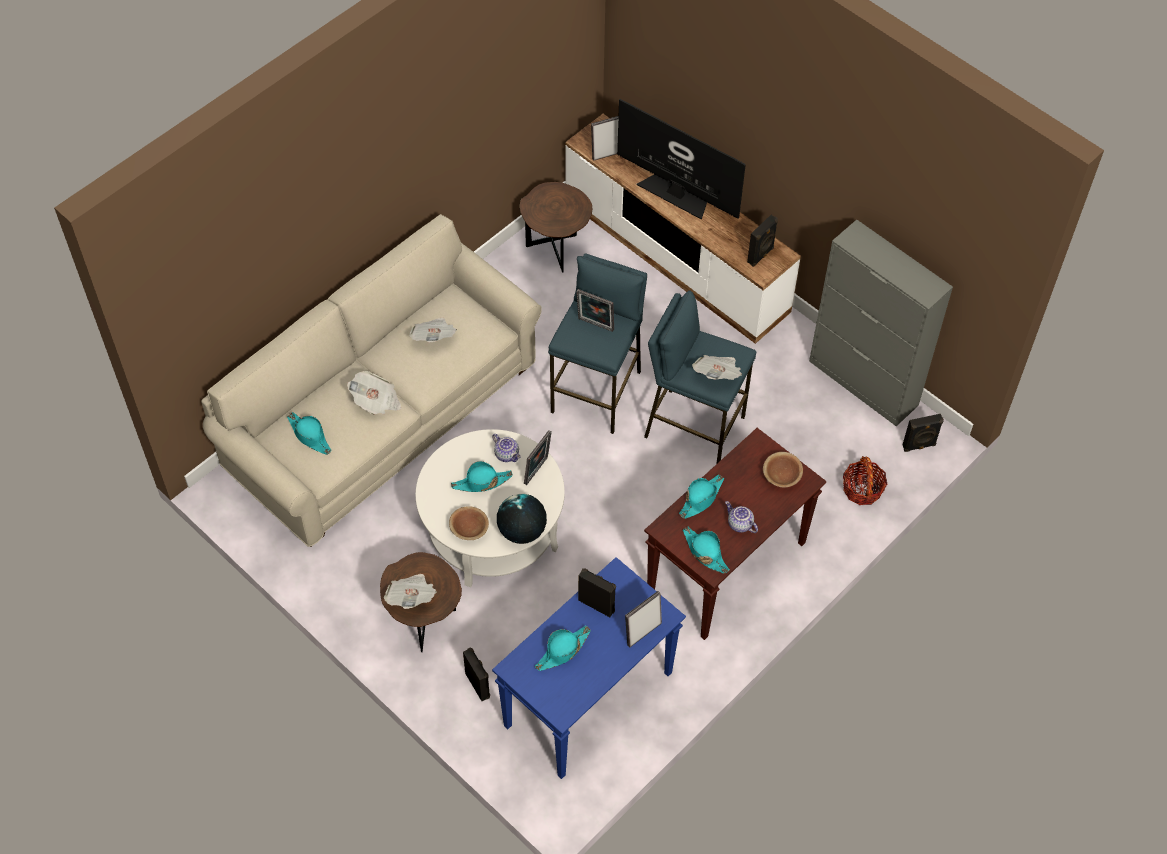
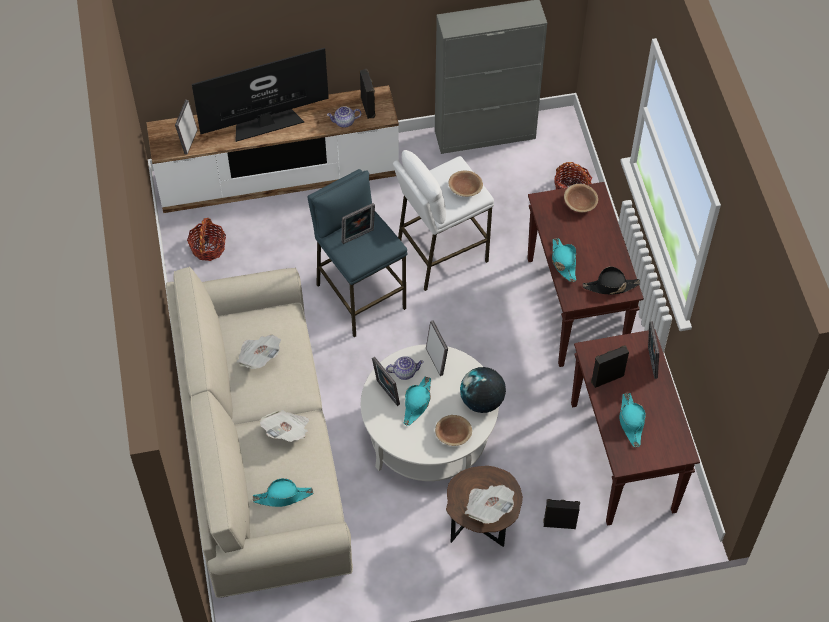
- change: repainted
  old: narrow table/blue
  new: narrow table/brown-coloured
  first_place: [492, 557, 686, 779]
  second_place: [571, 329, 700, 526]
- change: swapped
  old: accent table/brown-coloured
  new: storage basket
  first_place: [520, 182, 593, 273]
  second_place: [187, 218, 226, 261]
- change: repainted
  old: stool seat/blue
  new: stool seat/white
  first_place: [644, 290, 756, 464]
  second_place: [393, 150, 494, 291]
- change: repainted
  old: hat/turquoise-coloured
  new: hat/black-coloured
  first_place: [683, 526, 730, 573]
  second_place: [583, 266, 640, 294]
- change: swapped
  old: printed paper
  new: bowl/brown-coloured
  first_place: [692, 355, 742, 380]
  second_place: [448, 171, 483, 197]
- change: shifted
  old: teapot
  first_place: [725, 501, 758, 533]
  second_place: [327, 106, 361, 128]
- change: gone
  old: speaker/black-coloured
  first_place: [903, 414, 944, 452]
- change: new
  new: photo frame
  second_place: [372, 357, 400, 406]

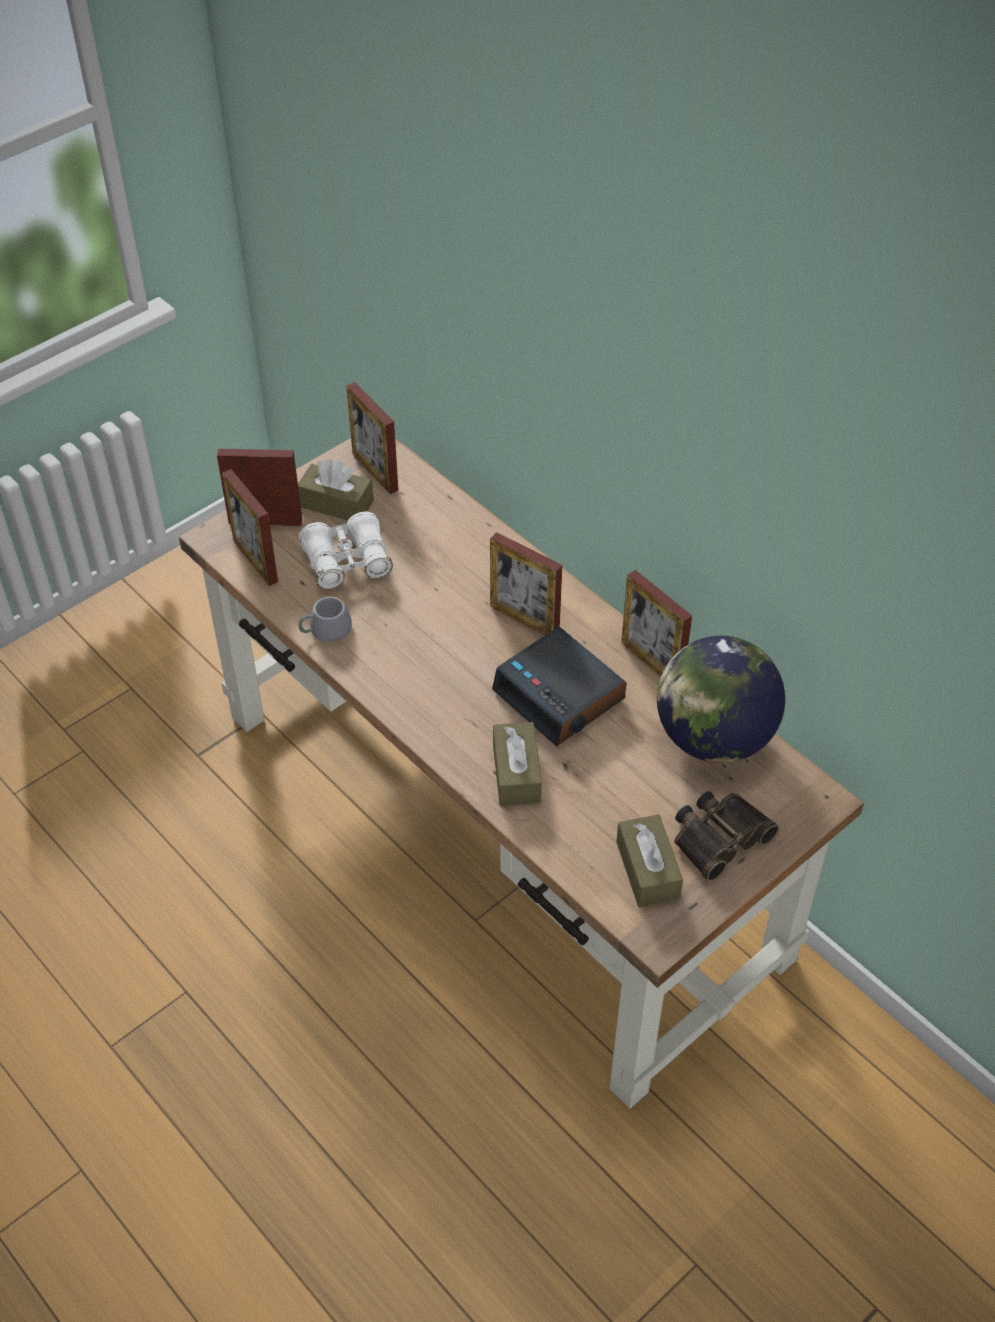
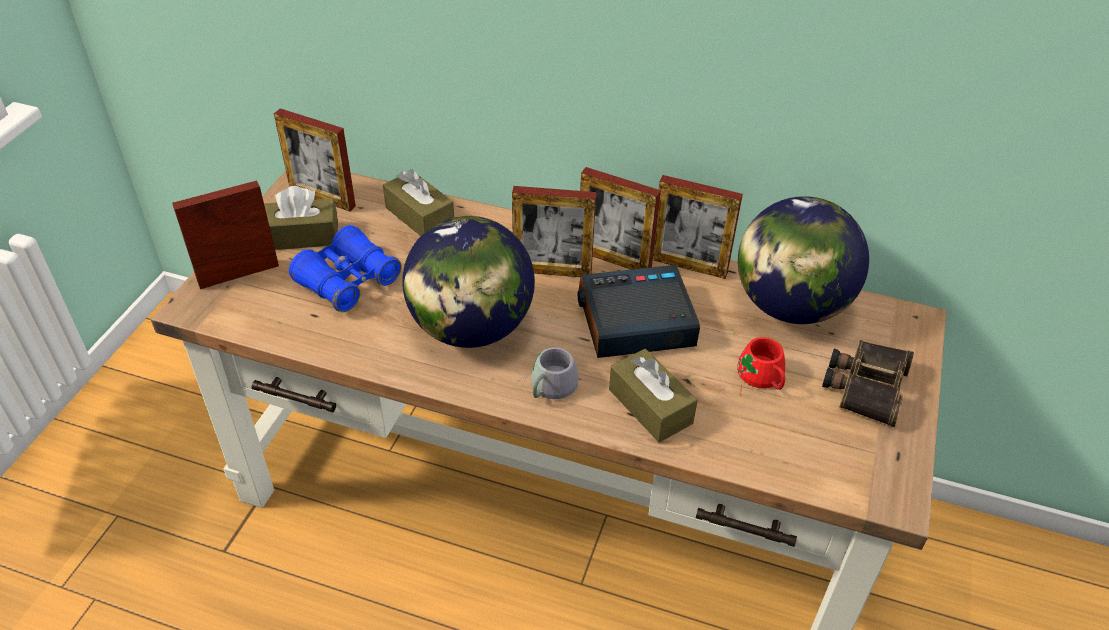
- change: shifted
  old: photo frame
  first_place: [222, 469, 278, 586]
  second_place: [580, 167, 661, 270]
- change: repainted
  old: field glasses/white
  new: field glasses/blue
  first_place: [299, 512, 393, 590]
  second_place: [289, 225, 402, 312]
- change: shifted
  old: mug/gray
  first_place: [299, 597, 352, 642]
  second_place: [514, 347, 579, 399]
- change: rotated
  old: bedside clock
  first_place: [492, 627, 627, 746]
  second_place: [578, 265, 700, 358]
  degrees: 150
- change: shifted
  old: tissue box/brown-coloured
  first_place: [616, 814, 683, 908]
  second_place: [383, 169, 454, 236]
- change: new
  new: world globe
  second_place: [402, 216, 535, 348]
- change: new
  new: mug/red-coloured
  second_place: [737, 337, 785, 396]

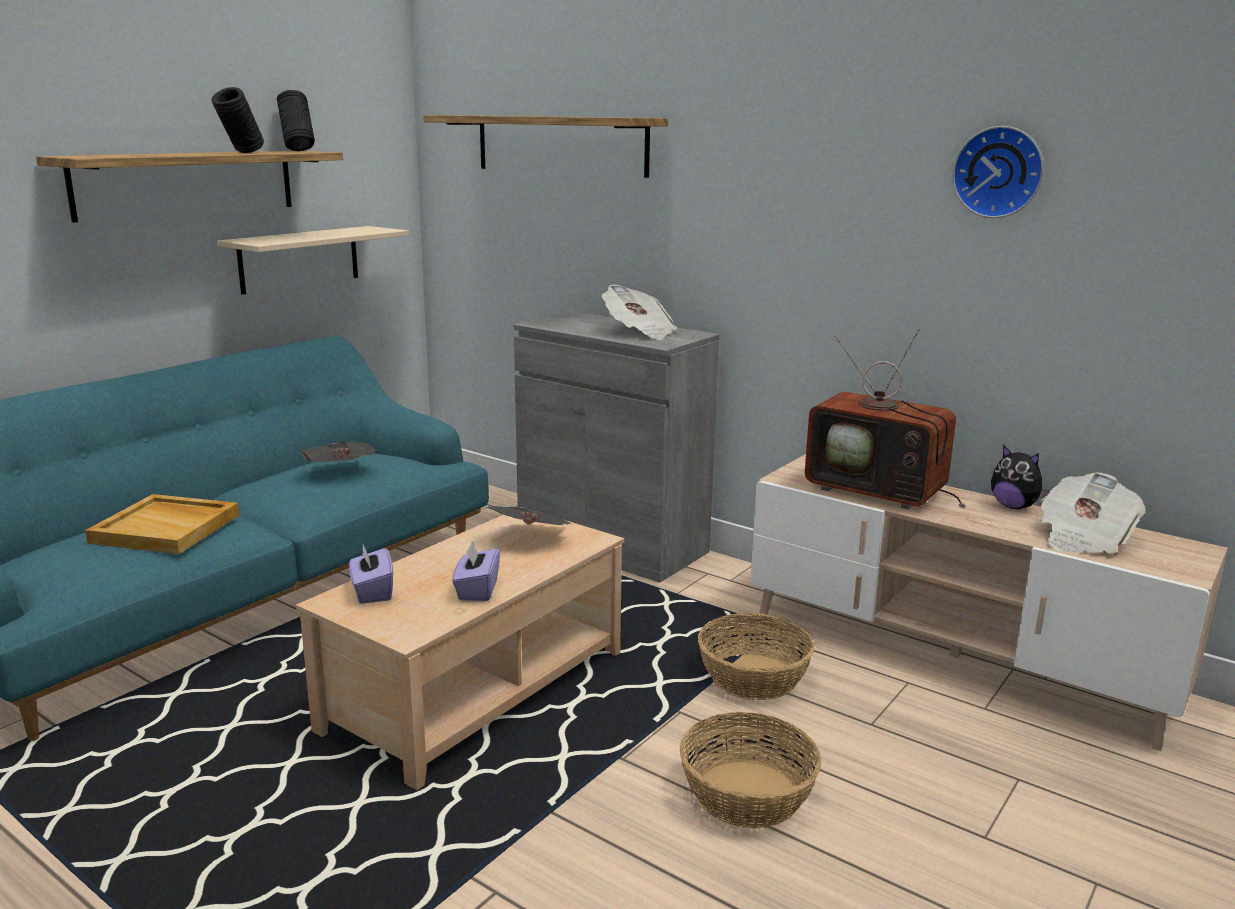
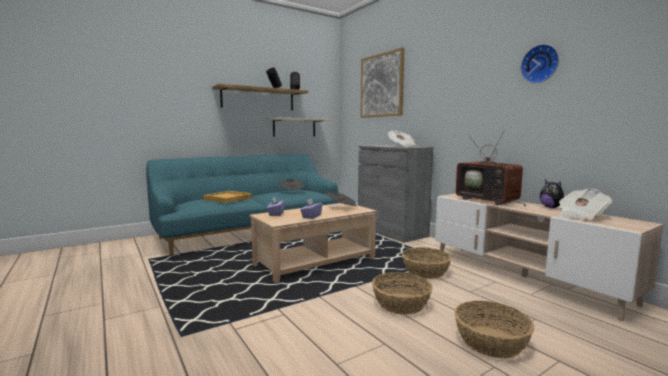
- change: swapped
  old: shelf
  new: wall picture
  first_place: [423, 115, 668, 178]
  second_place: [360, 47, 405, 118]
- change: new
  new: storage basket
  second_place: [454, 301, 535, 358]

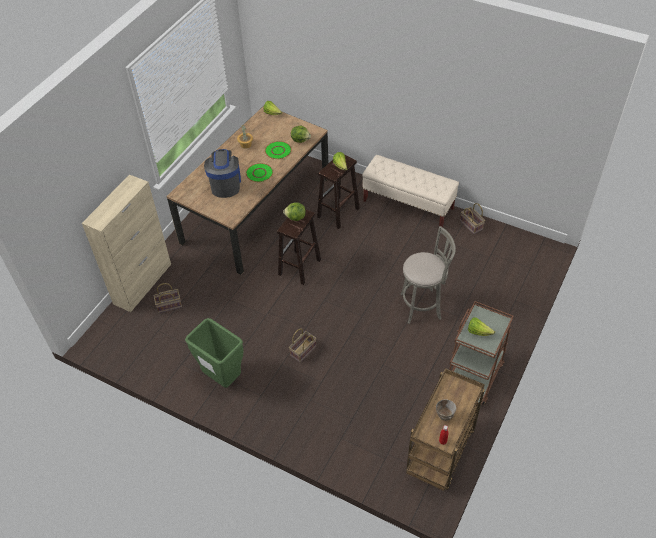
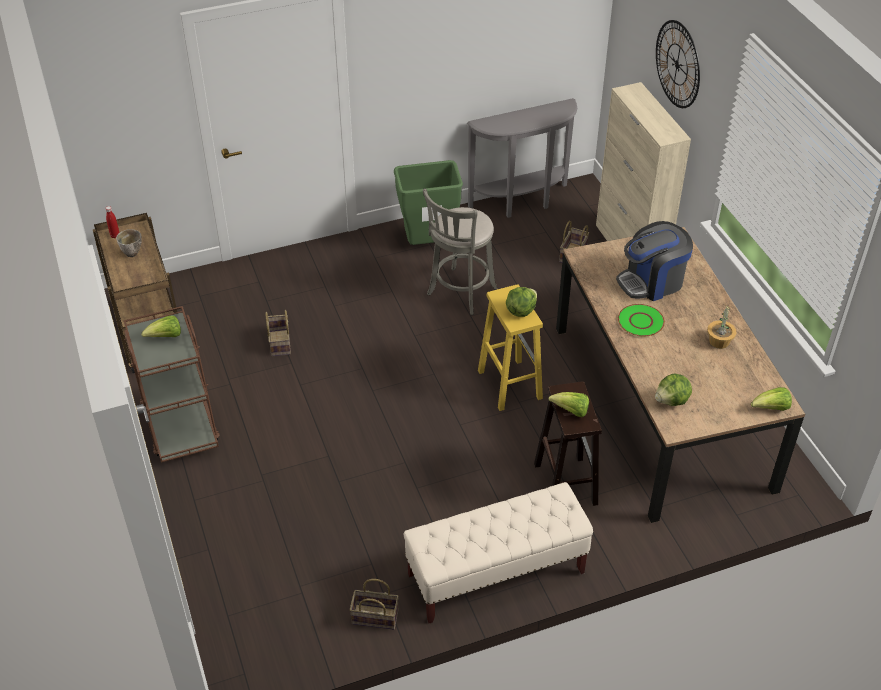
- change: rotated
  old: coffee maker
  first_place: [204, 149, 241, 198]
  second_place: [616, 221, 693, 301]
  degrees: 120
- change: gone
  old: plate/greenish
  first_place: [265, 141, 292, 159]
- change: repainted
  old: stool seat/brown-coloured
  new: stool seat/yellow-coloured
  first_place: [277, 210, 321, 285]
  second_place: [478, 284, 543, 411]
- change: shifted
  old: storage basket
  first_place: [289, 329, 316, 362]
  second_place: [265, 310, 291, 356]
- change: shifted
  old: stool seat/gray
  first_place: [400, 226, 456, 324]
  second_place: [423, 189, 498, 315]
- change: new
  new: narrow table/gray
  second_place: [467, 98, 577, 218]
- change: new
  new: wall clock
  second_place: [656, 20, 700, 108]

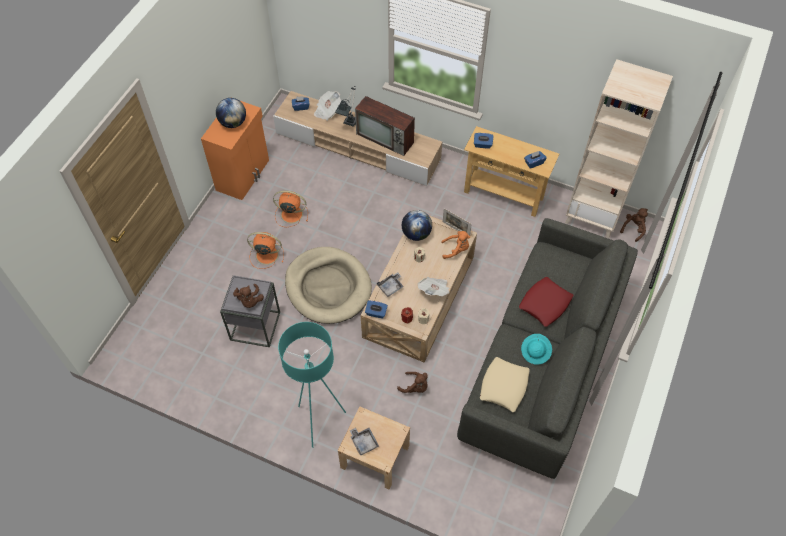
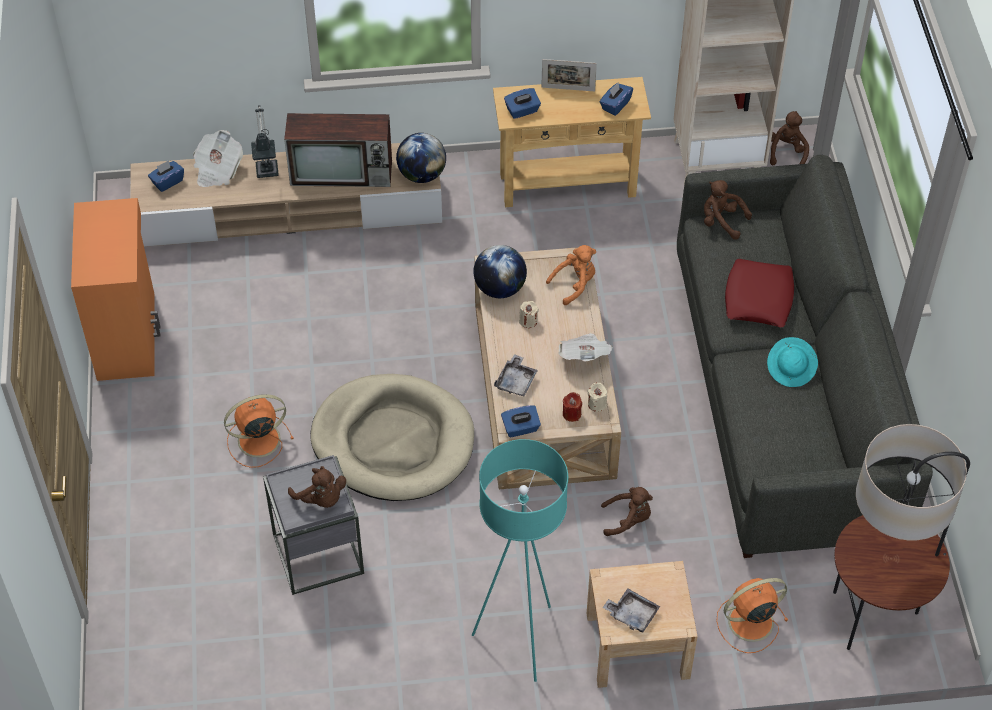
- change: shifted
  old: world globe
  first_place: [216, 98, 246, 128]
  second_place: [396, 133, 446, 183]
- change: shifted
  old: electric fan/orange-coloured
  first_place: [273, 191, 308, 227]
  second_place: [717, 578, 788, 653]
- change: shifted
  old: photo frame
  first_place: [443, 208, 472, 236]
  second_place: [541, 59, 597, 91]
- change: gone
  old: throw pillow/beige-coloured
  first_place: [480, 357, 530, 412]
- change: new
  new: plush toy/brown-coloured
  second_place: [704, 180, 752, 239]
- change: new
  new: standing lamp
  second_place: [833, 424, 970, 650]

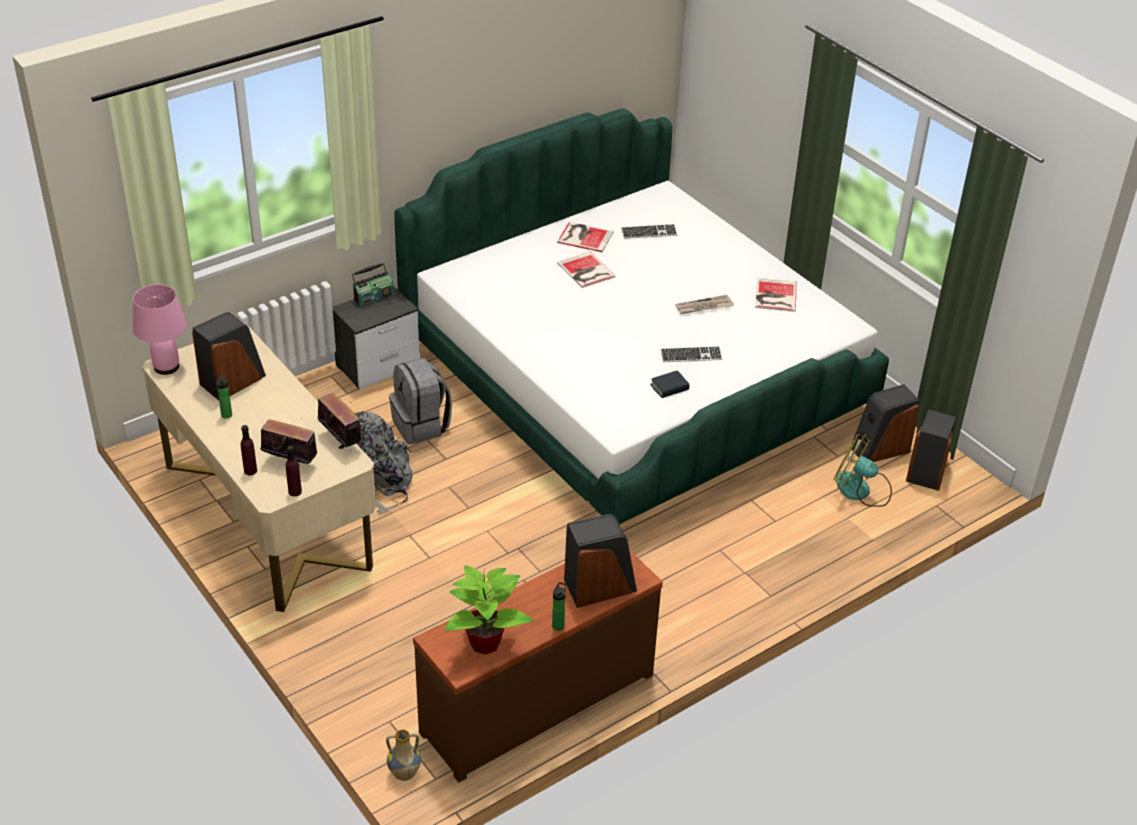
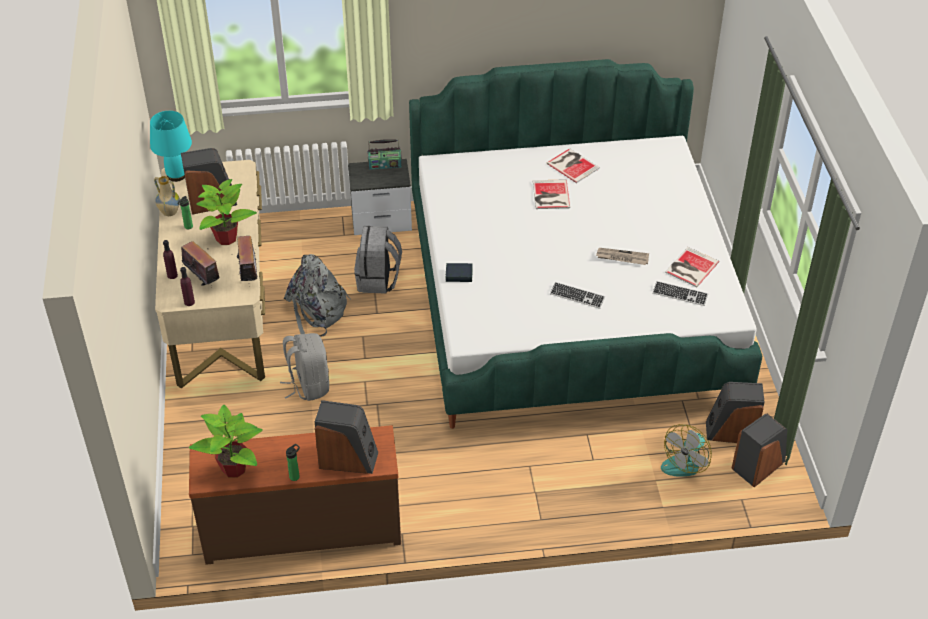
- change: repainted
  old: lamp for a table/pinkish
  new: lamp for a table/turquoise-coloured
  first_place: [133, 284, 186, 375]
  second_place: [150, 111, 192, 182]
- change: shifted
  old: vase
  first_place: [386, 729, 421, 781]
  second_place: [154, 176, 180, 216]
- change: shifted
  old: PC keyboard
  first_place: [621, 224, 677, 239]
  second_place: [653, 281, 708, 306]
- change: shifted
  old: volume
  first_place: [650, 370, 689, 398]
  second_place: [446, 263, 473, 282]
- change: rotated
  old: electric fan
  first_place: [834, 434, 892, 507]
  second_place: [661, 424, 712, 477]
  degrees: -105
- change: new
  new: plant in a pot
  second_place: [196, 179, 257, 245]
- change: new
  new: backpack/gray
  second_place: [280, 333, 329, 401]

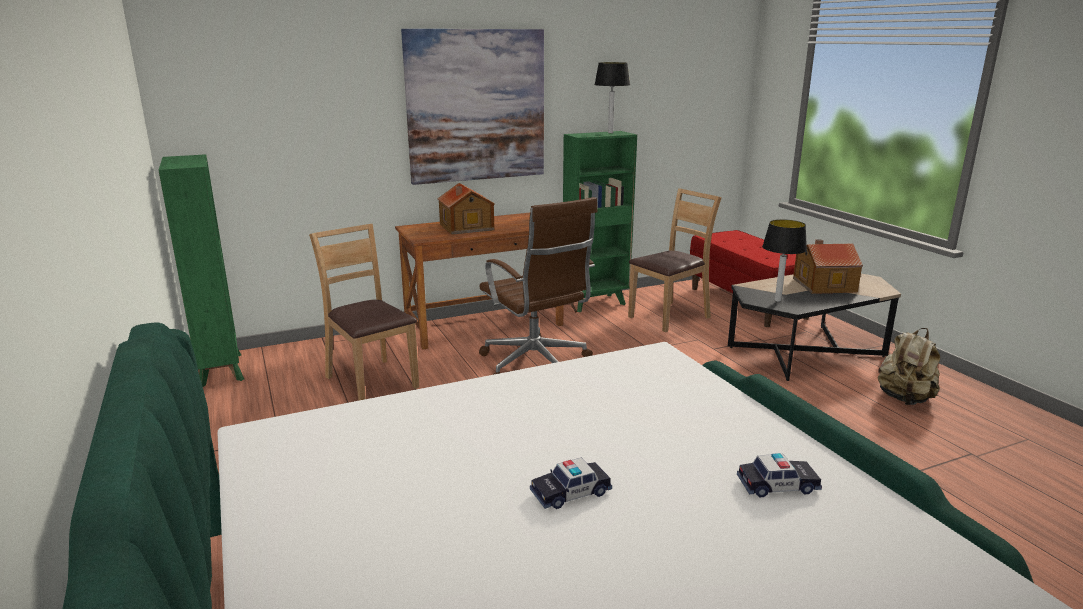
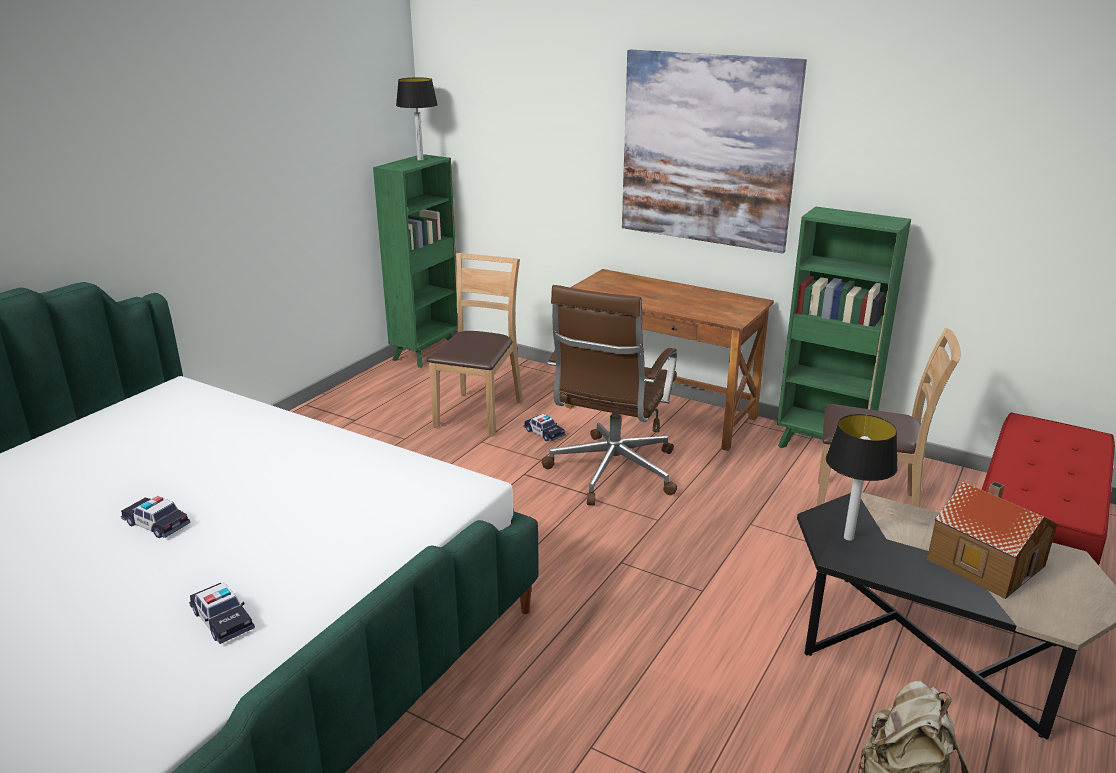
- change: gone
  old: model house
  first_place: [437, 183, 495, 235]
- change: shifted
  old: lamp for a table
  first_place: [594, 62, 630, 133]
  second_place: [396, 77, 438, 161]
- change: new
  new: toy car
  second_place: [524, 414, 565, 442]

